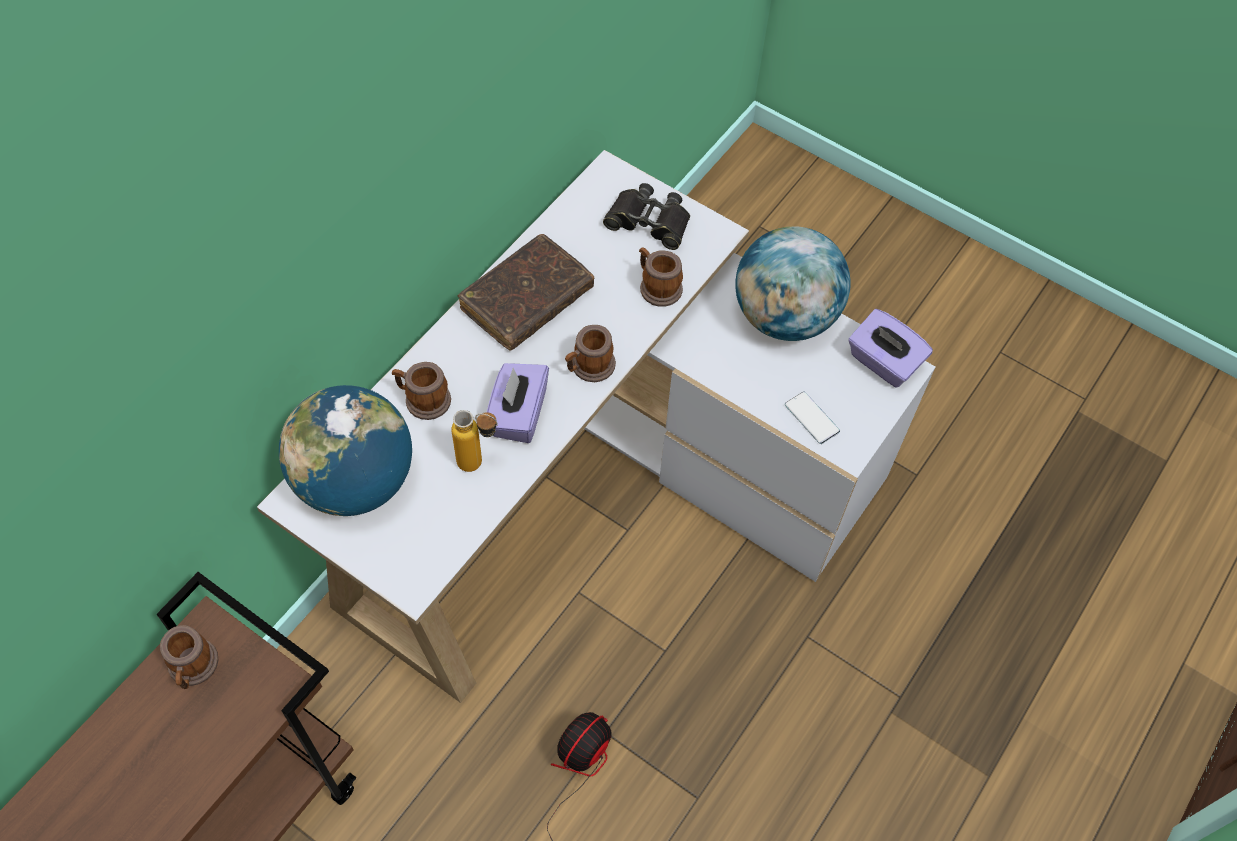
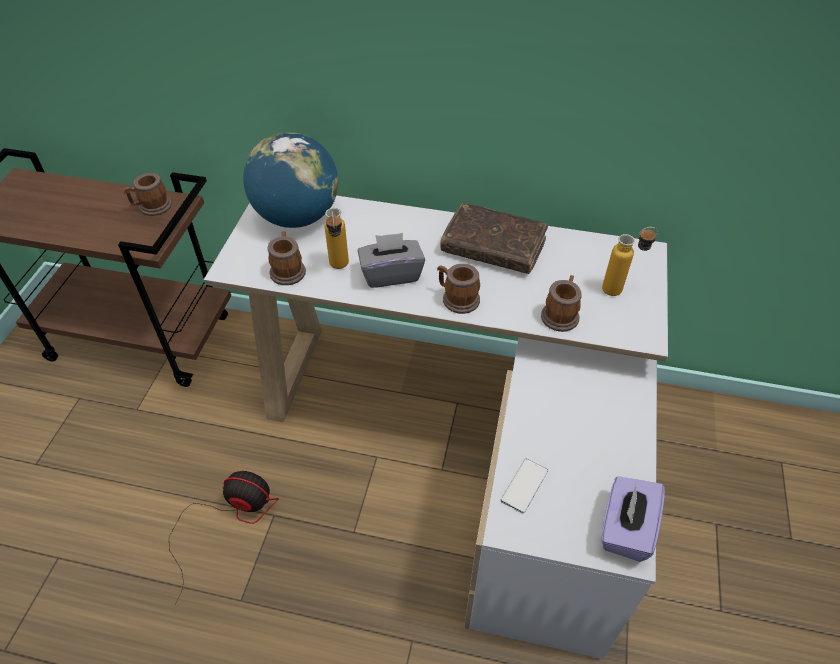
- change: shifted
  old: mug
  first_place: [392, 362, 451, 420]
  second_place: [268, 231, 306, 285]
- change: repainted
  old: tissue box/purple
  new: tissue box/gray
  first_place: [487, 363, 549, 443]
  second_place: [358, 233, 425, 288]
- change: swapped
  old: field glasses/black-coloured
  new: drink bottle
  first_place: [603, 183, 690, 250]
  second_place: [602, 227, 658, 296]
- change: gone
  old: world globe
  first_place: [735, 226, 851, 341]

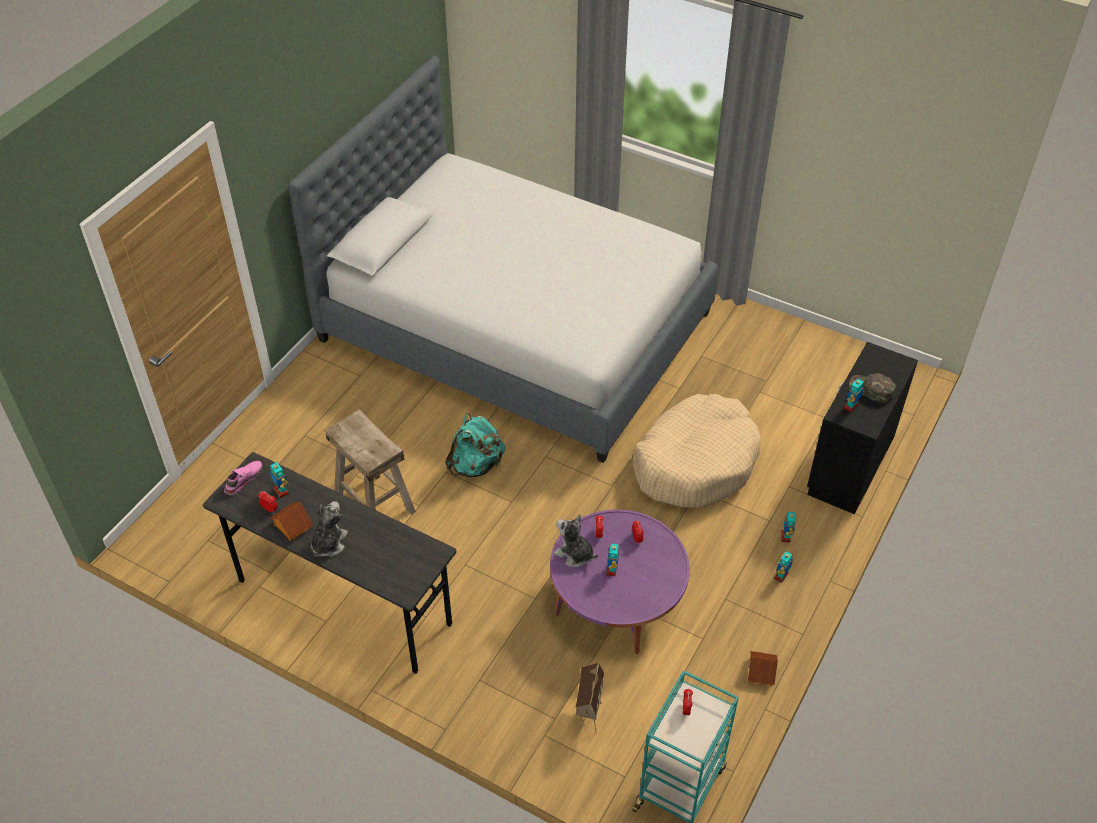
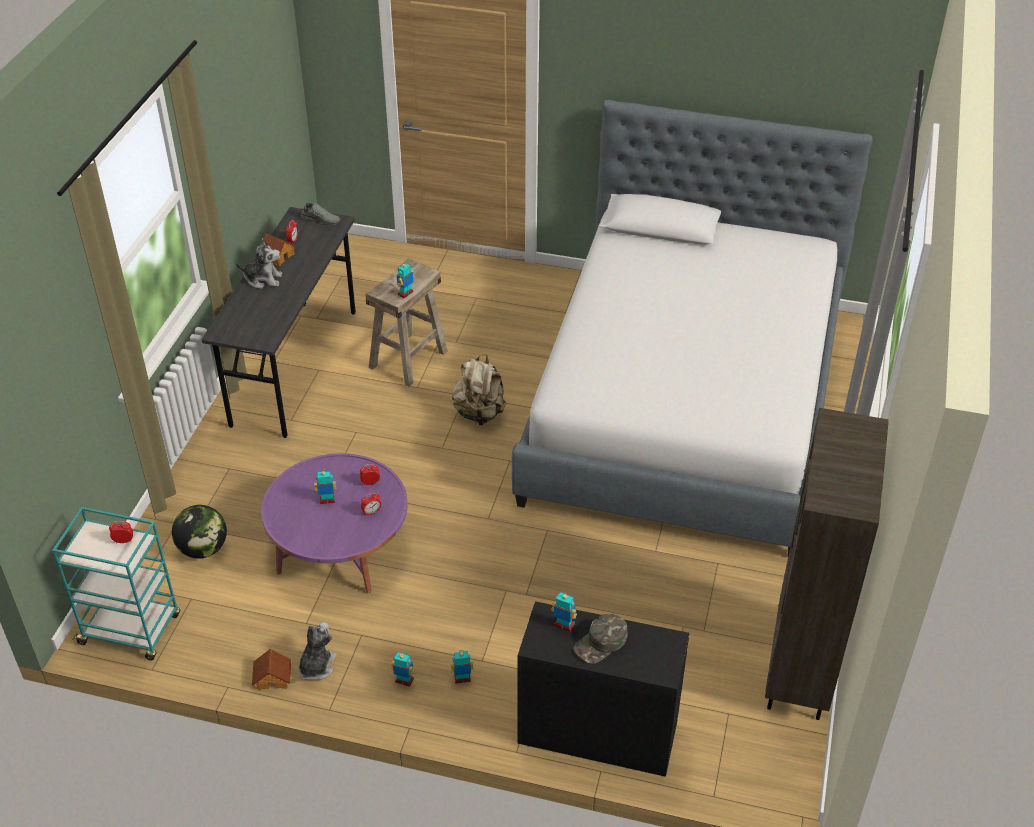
- change: repainted
  old: low shoe/pinkish
  new: low shoe/gray
  first_place: [224, 461, 262, 495]
  second_place: [301, 203, 341, 226]
- change: shifted
  old: model robot
  first_place: [270, 462, 289, 498]
  second_place: [397, 262, 415, 298]
- change: repainted
  old: backpack/turquoise-coloured
  new: backpack/beige-coloured
  first_place: [445, 413, 505, 477]
  second_place: [452, 354, 506, 425]
- change: shifted
  old: plush toy
  first_place: [554, 514, 598, 567]
  second_place: [298, 622, 337, 680]
- change: swapped
  old: model house
  new: world globe
  first_place: [575, 662, 604, 734]
  second_place: [172, 505, 227, 558]
- change: gone
  old: dog cushion/beige-coloured
  first_place: [633, 394, 761, 508]
- change: rotated
  old: baseball cap/greenish
  first_place: [849, 373, 895, 403]
  second_place: [574, 614, 628, 664]
  degrees: -150
- change: new
  new: shelving unit/brown-coloured
  second_place: [765, 408, 889, 720]

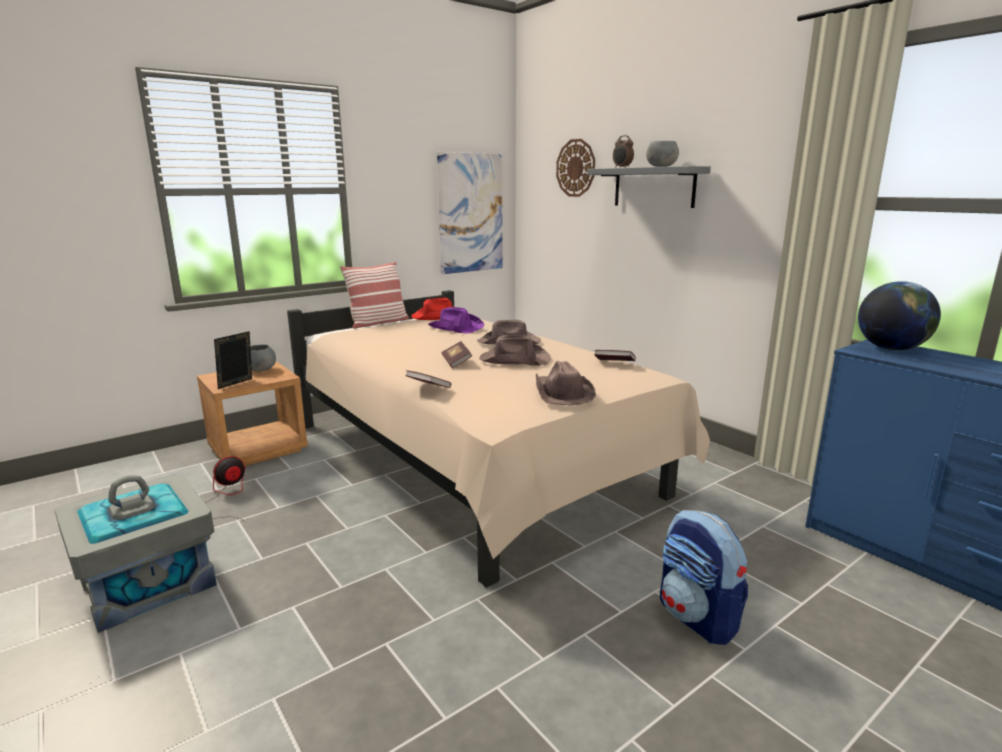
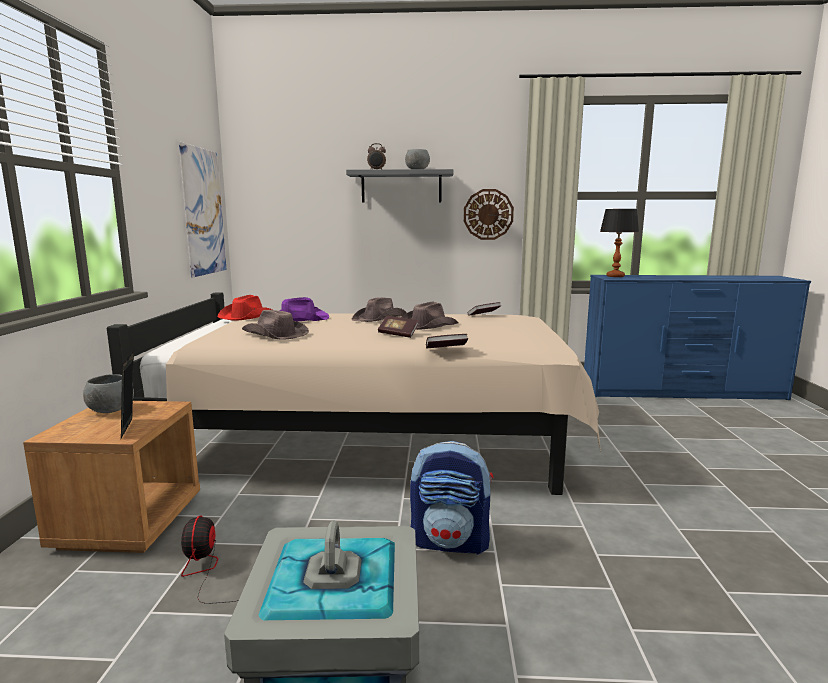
- change: gone
  old: throw pillow
  first_place: [340, 262, 409, 329]
- change: shifted
  old: hat/brown-coloured
  first_place: [536, 361, 596, 405]
  second_place: [242, 310, 309, 339]
- change: shifted
  old: wall clock
  first_place: [556, 139, 595, 197]
  second_place: [464, 189, 514, 240]
- change: shifted
  old: backpack
  first_place: [660, 510, 748, 645]
  second_place: [410, 441, 493, 555]
- change: swapped
  old: world globe
  new: lamp for a table
  first_place: [858, 281, 941, 350]
  second_place: [600, 209, 639, 277]

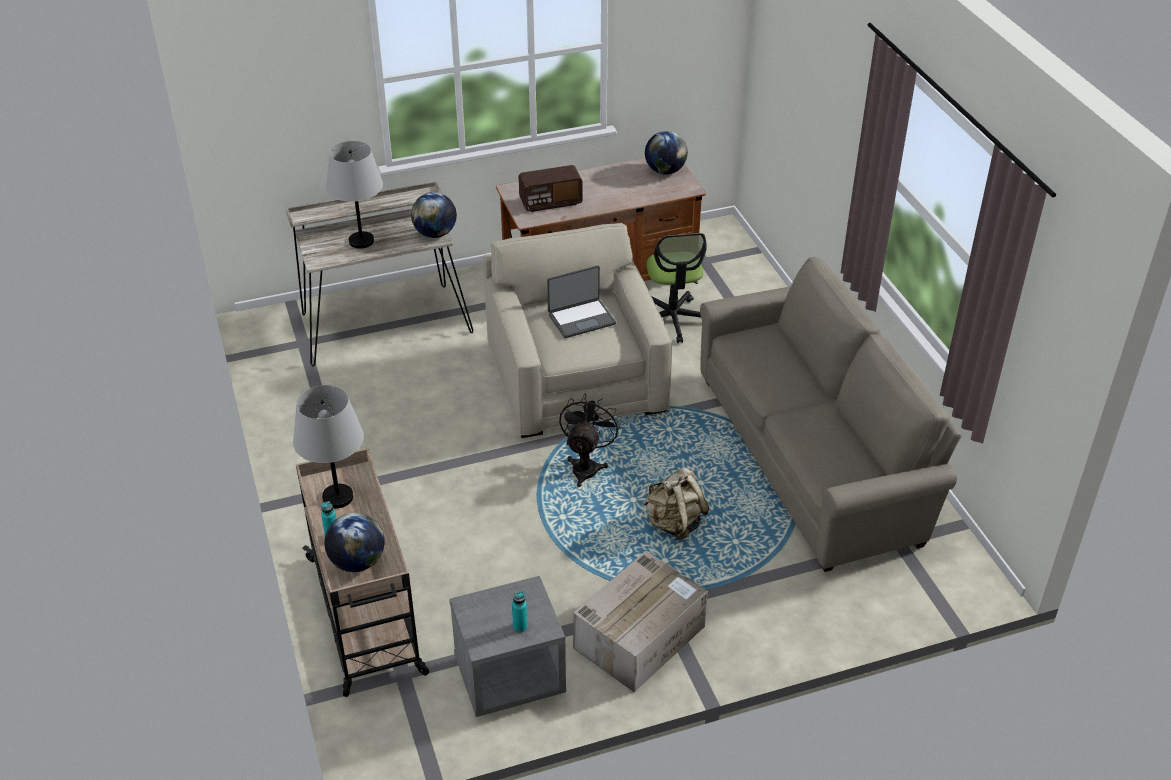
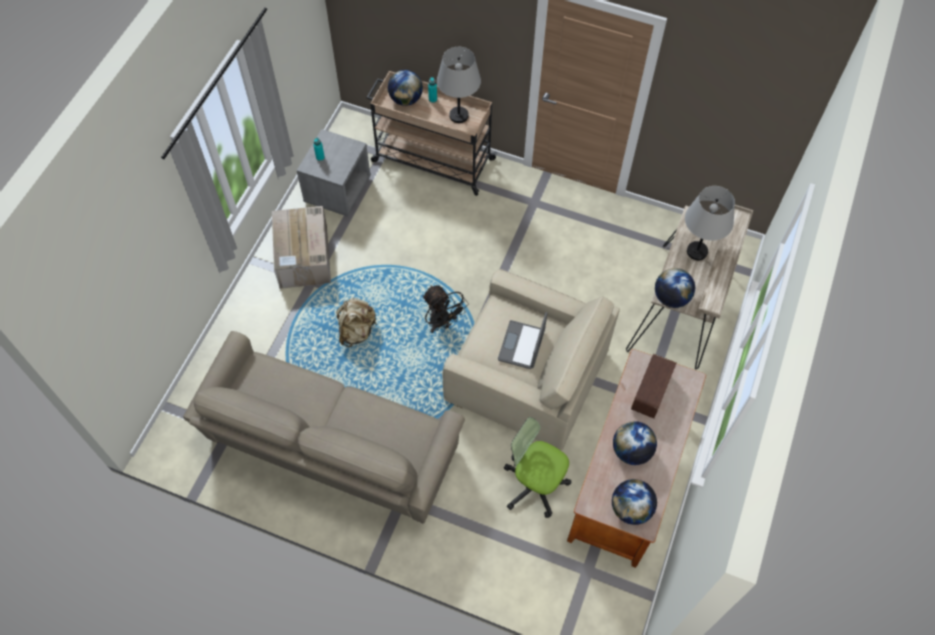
- change: new
  new: world globe
  second_place: [613, 421, 657, 465]

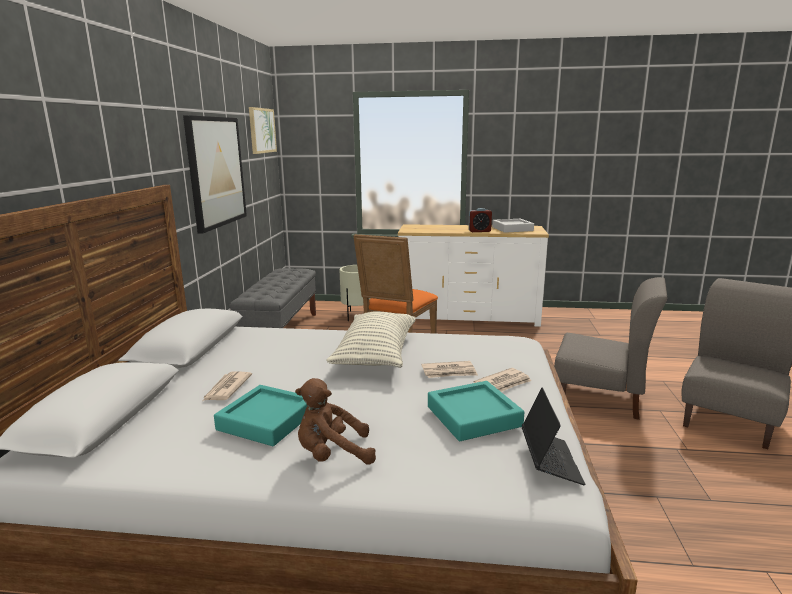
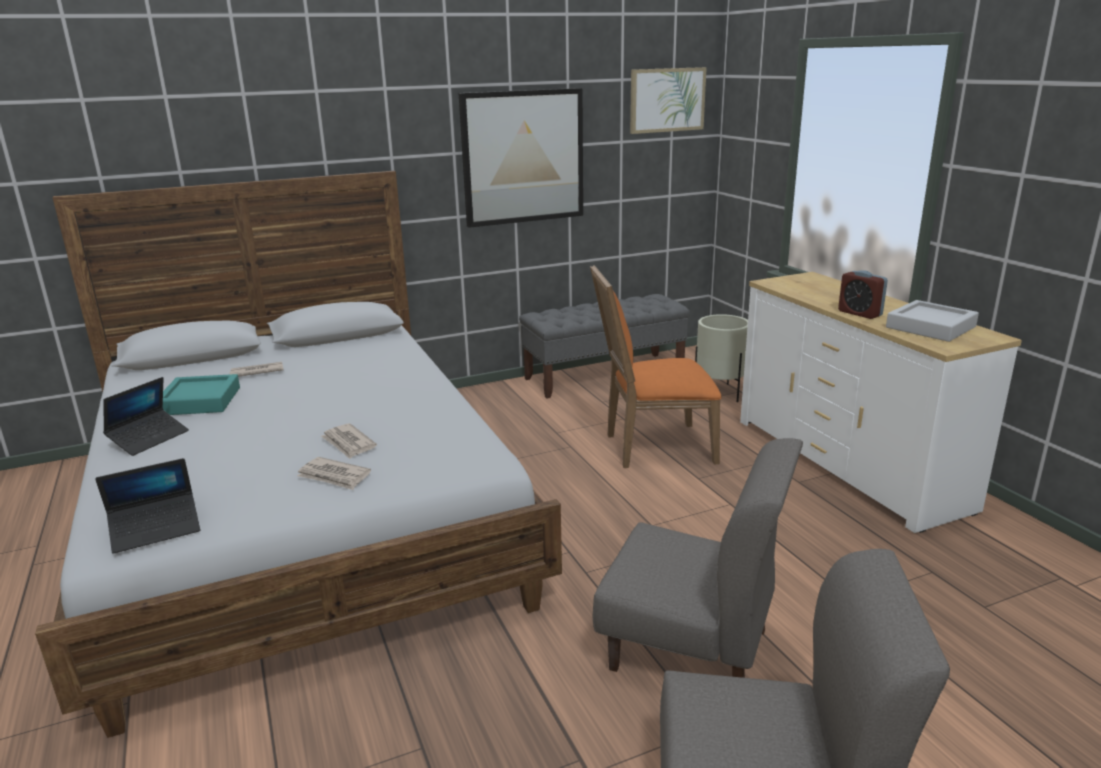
- change: swapped
  old: plush toy/brown-coloured
  new: laptop
  first_place: [295, 378, 376, 464]
  second_place: [103, 377, 189, 456]
- change: gone
  old: throw pillow
  first_place: [326, 311, 416, 368]
- change: gone
  old: serving tray/turquoise-coloured
  first_place: [428, 381, 524, 441]
- change: rotated
  old: chair/gray
  first_place: [554, 277, 667, 420]
  second_place: [593, 438, 803, 678]
  degrees: -60

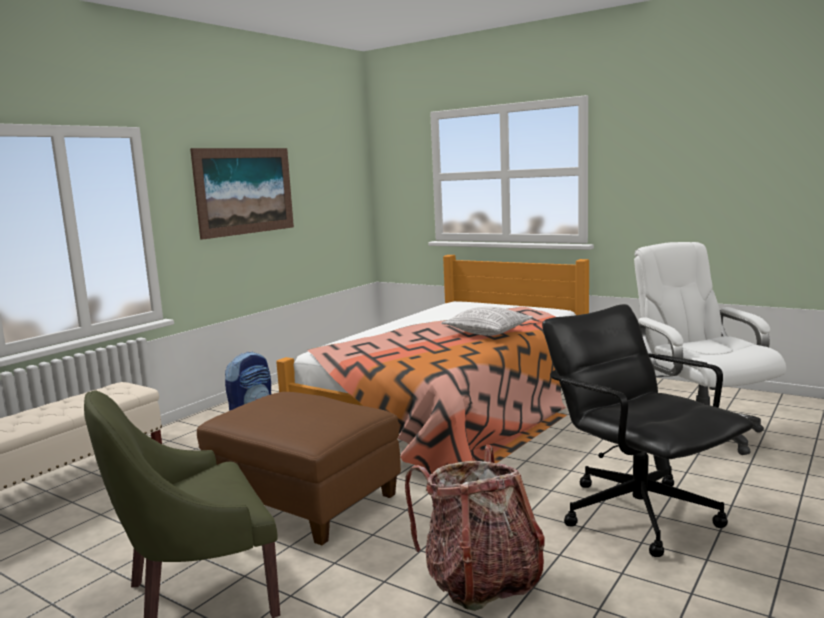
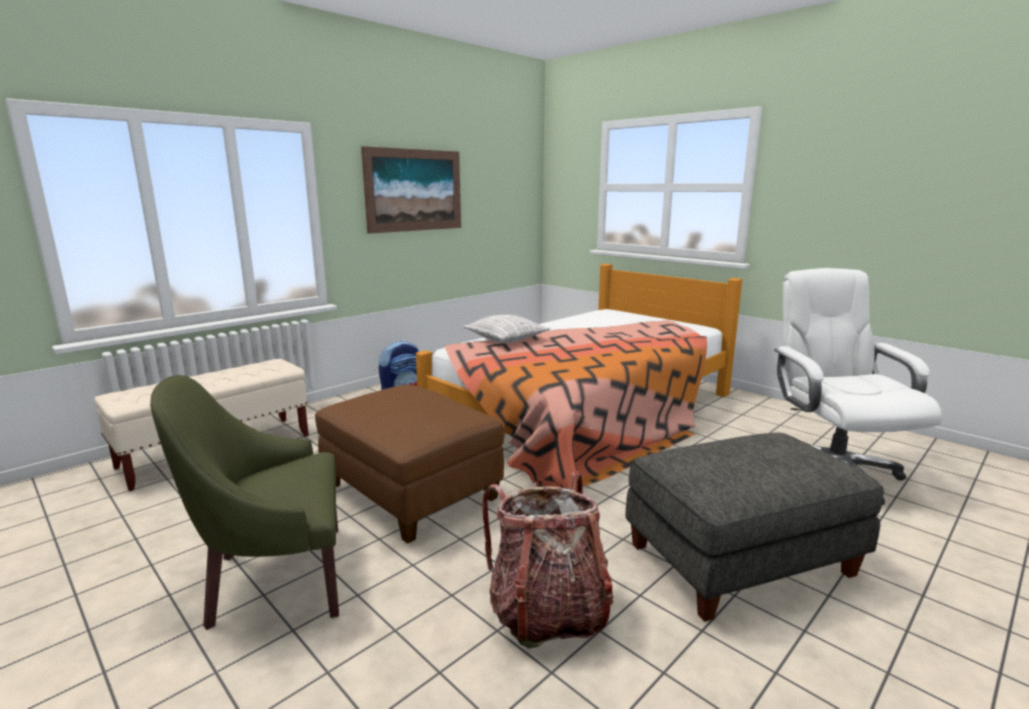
- change: shifted
  old: throw pillow
  first_place: [441, 307, 533, 336]
  second_place: [462, 315, 551, 343]
- change: swapped
  old: office chair/black-coloured
  new: pouffe/gray
  first_place: [542, 304, 754, 557]
  second_place: [625, 433, 884, 622]

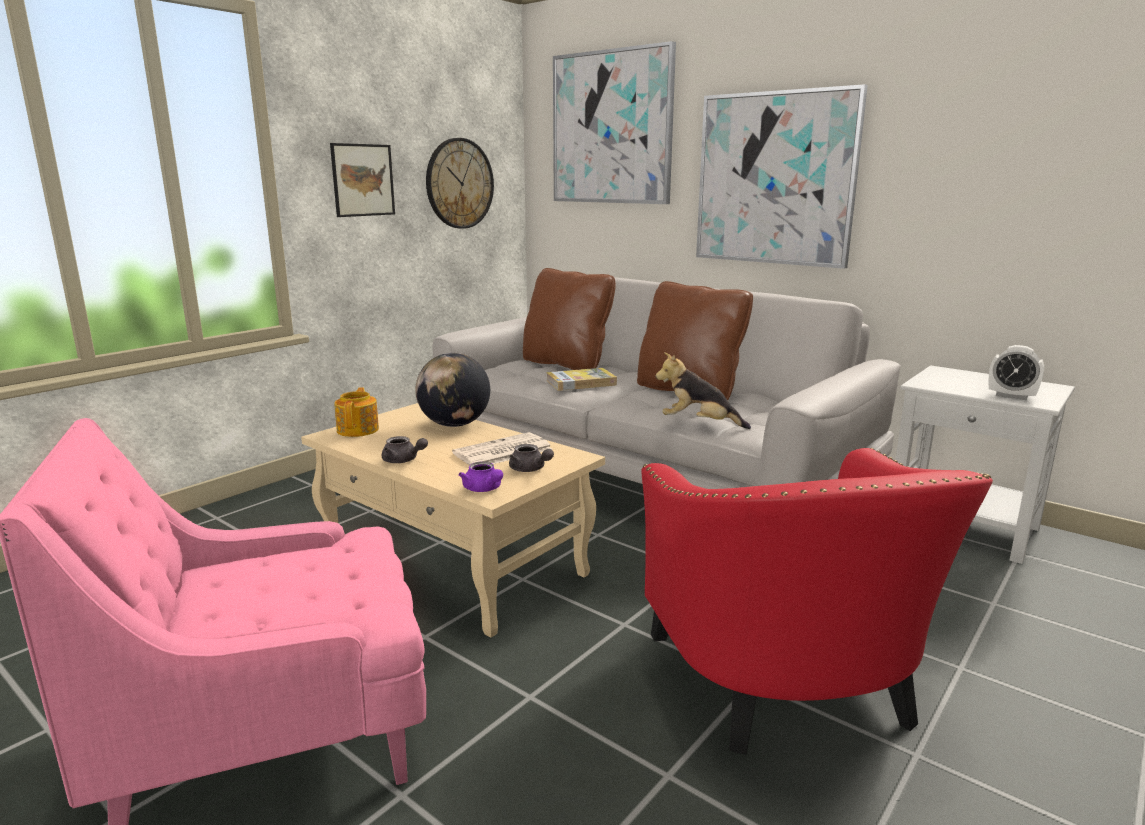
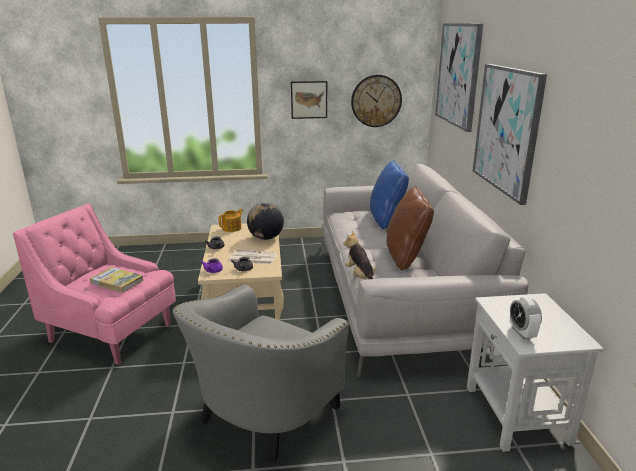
- change: repainted
  old: throw pillow/brown-coloured
  new: throw pillow/blue
  first_place: [523, 268, 616, 370]
  second_place: [370, 160, 409, 229]
- change: shifted
  old: volume
  first_place: [546, 368, 617, 391]
  second_place: [90, 267, 144, 293]
- change: repainted
  old: lounge chair/red-coloured
  new: lounge chair/gray
  first_place: [641, 448, 993, 755]
  second_place: [173, 284, 349, 462]

